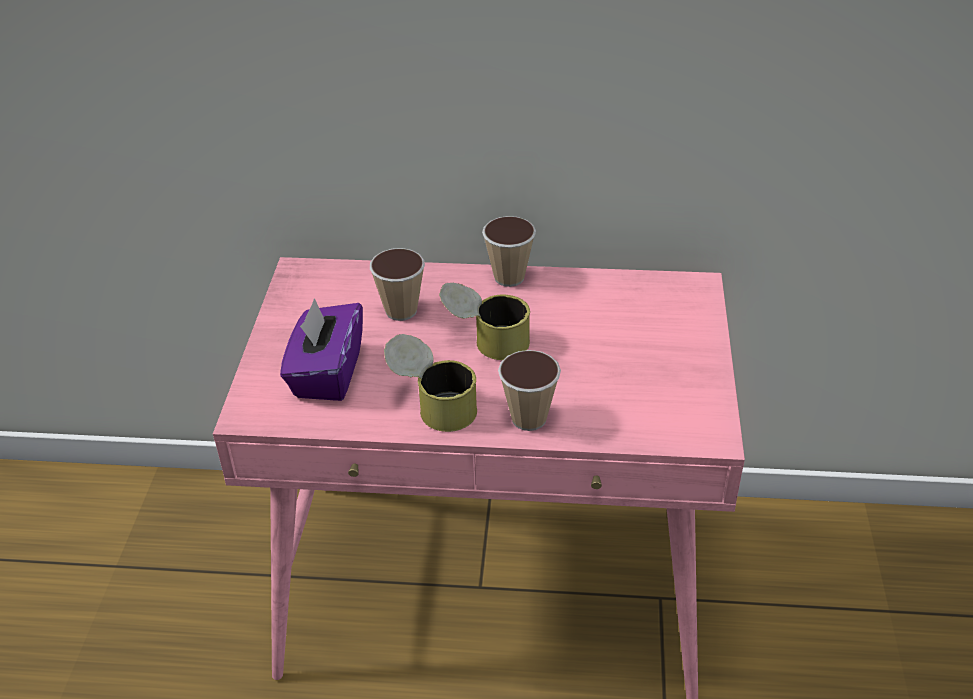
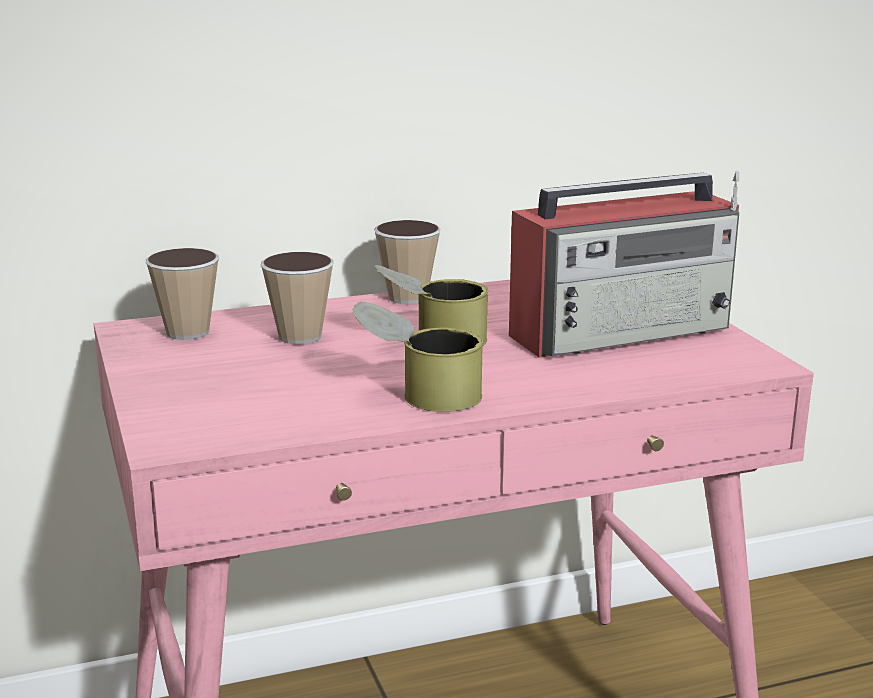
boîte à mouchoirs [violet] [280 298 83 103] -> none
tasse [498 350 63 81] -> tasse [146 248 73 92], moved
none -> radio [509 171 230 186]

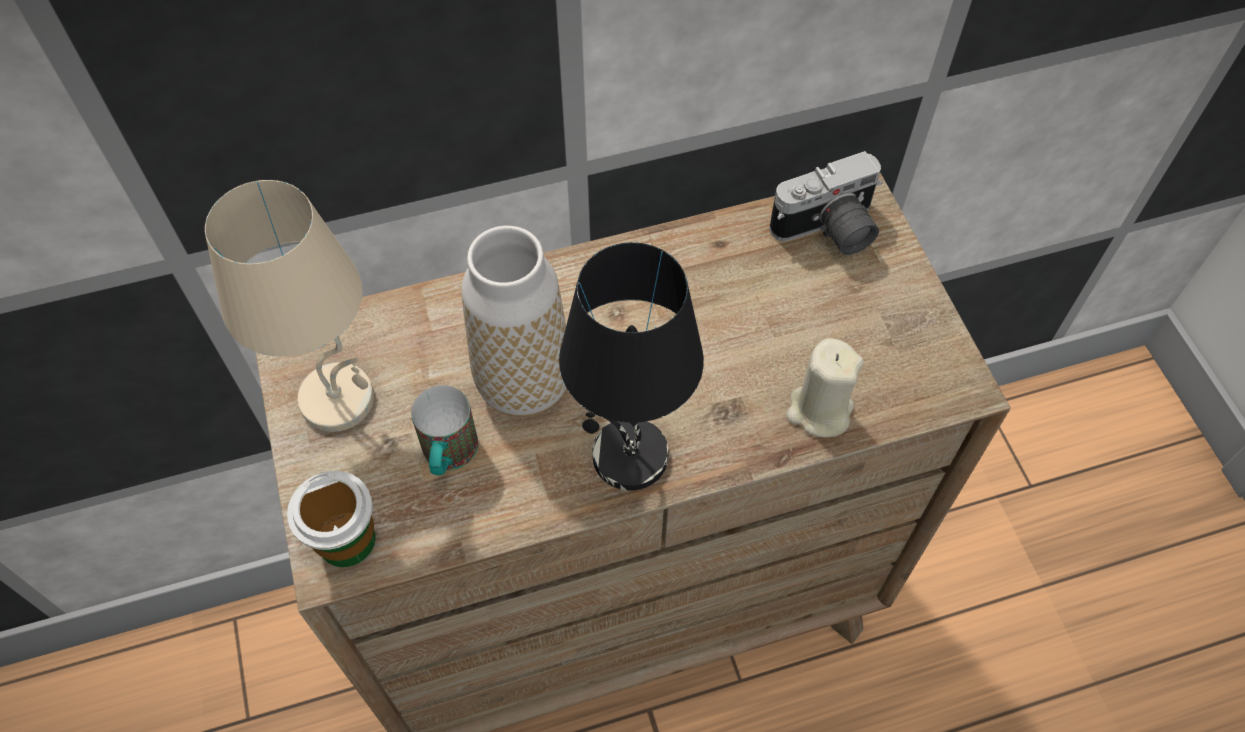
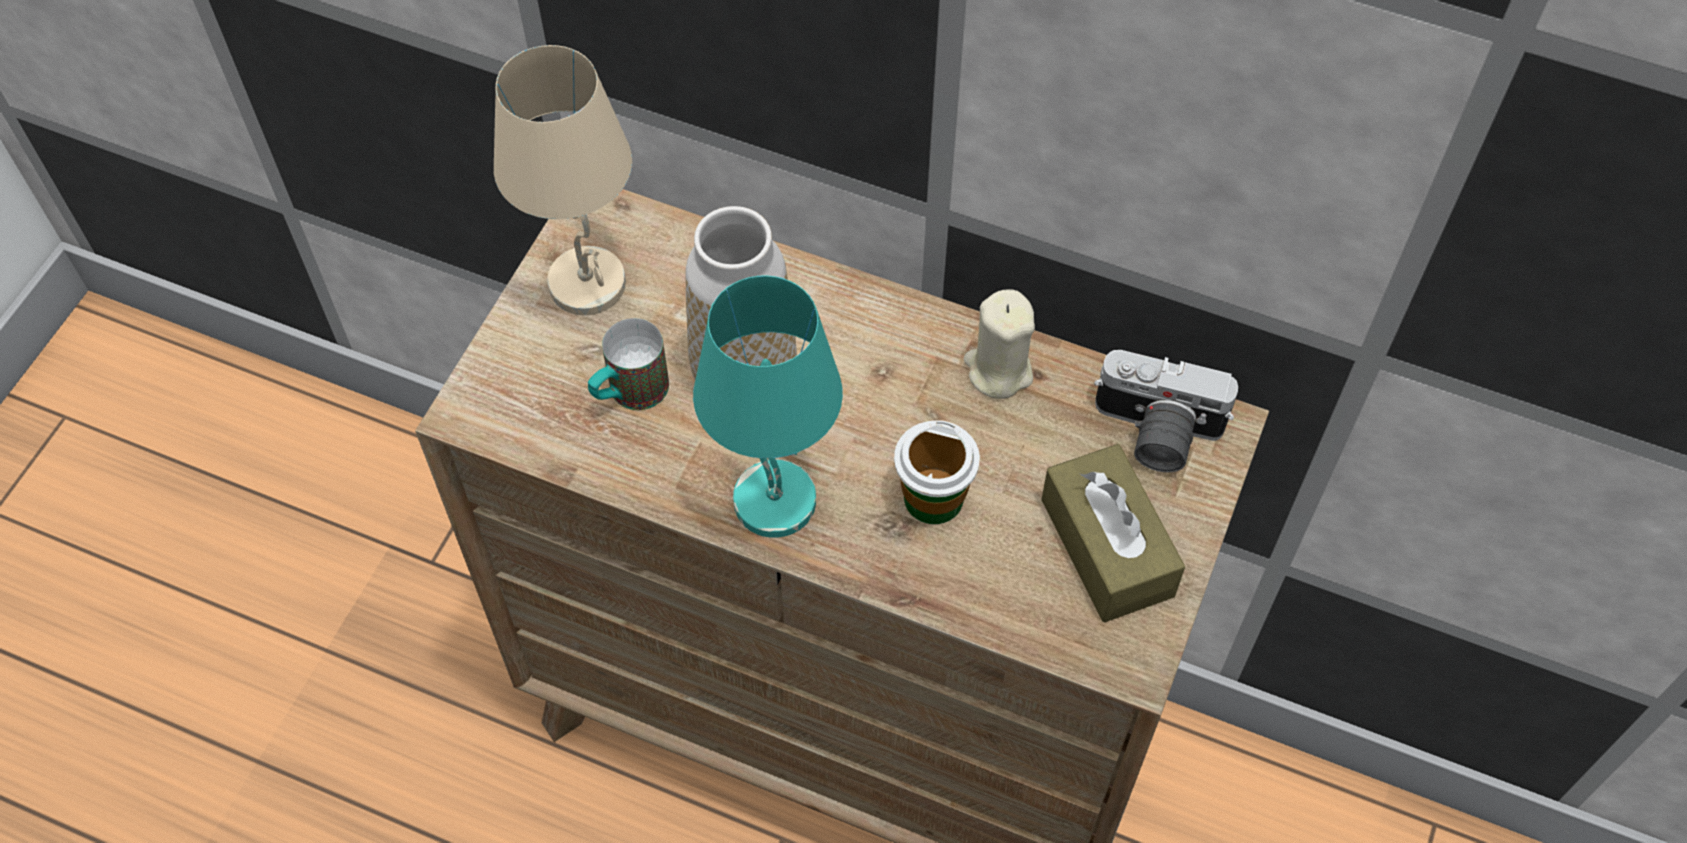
lampe de table [noir] [559 242 145 248] -> lampe de table [turquoise] [693 275 150 263]
bougie [beige] [786 338 78 100] -> bougie [beige] [963 289 72 110], moved
tasse [287 471 88 96] -> tasse [894 421 86 103], moved
none -> boîte à mouchoirs [marron] [1041 444 144 178]

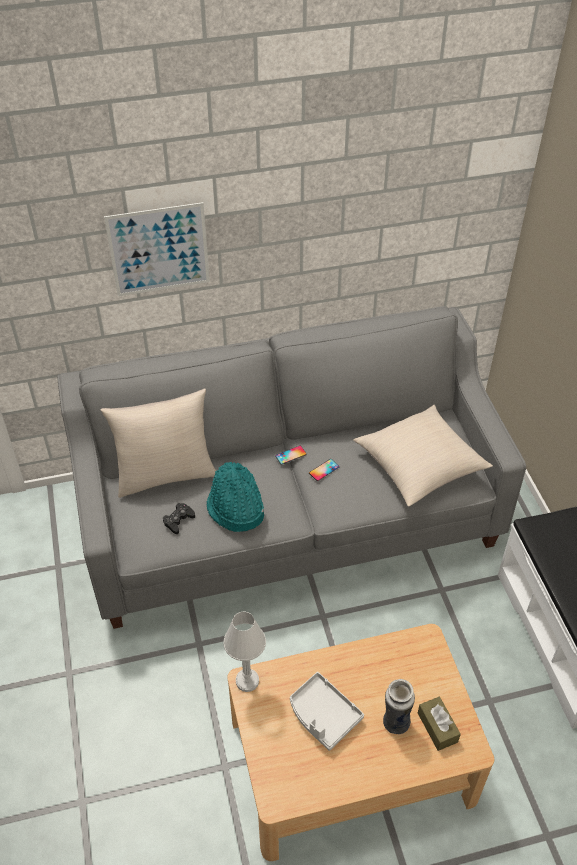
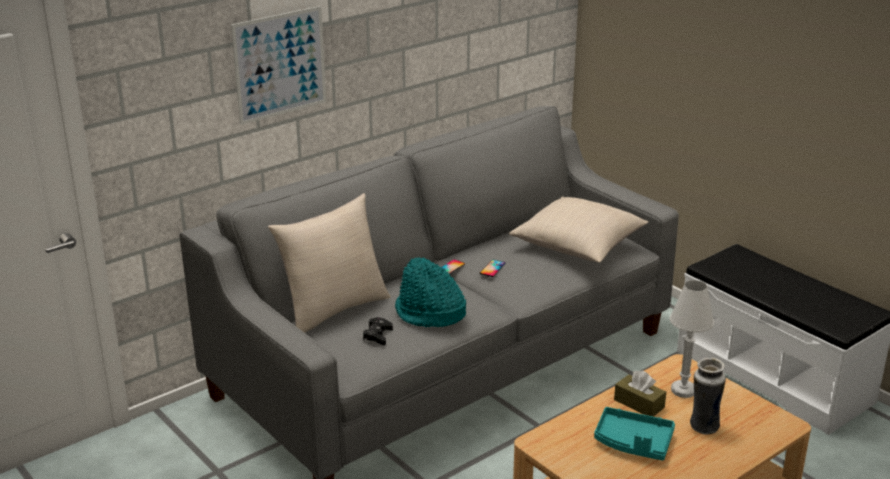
lampe de table [blanc] [224 612 42 80] -> lampe de table [blanc] [670 280 44 118], moved
plateau [gris] [290 672 74 79] -> plateau [turquoise] [594 407 81 54]
boîte à mouchoirs [marron] [418 697 43 54] -> boîte à mouchoirs [marron] [614 371 52 46], moved

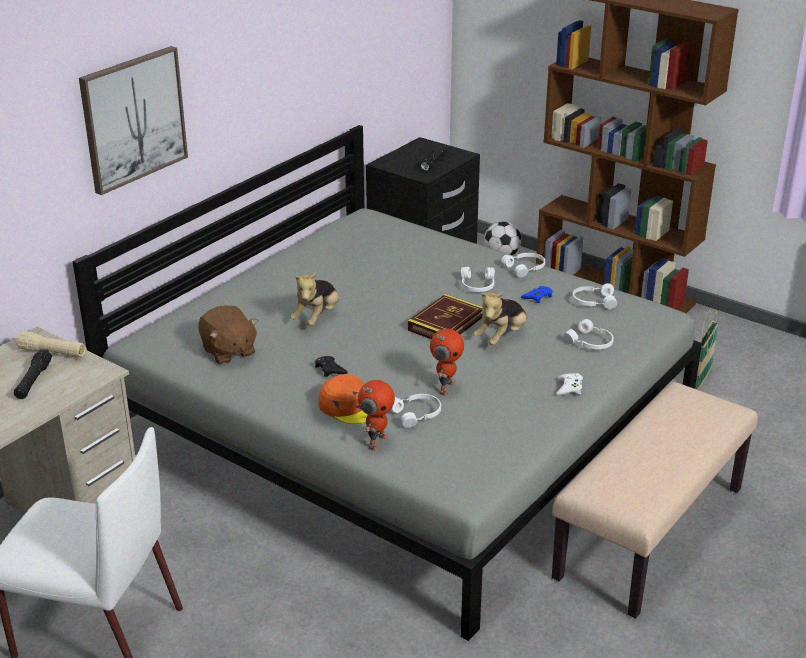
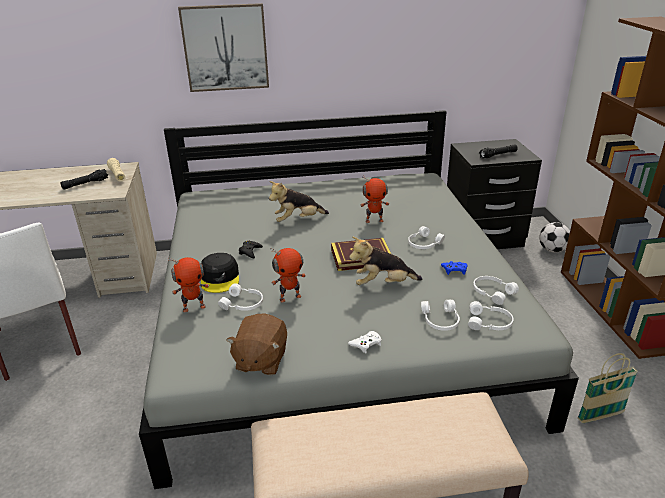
casque audio [blanc] [501 253 44 25] -> casque audio [blanc] [468 301 46 29], moved
peluche [marron] [198 305 60 60] -> peluche [marron] [226 314 61 61], moved
casquette [orange] [318 374 50 50] -> casquette [noir] [201 253 38 40]
none -> robot jouet [360 176 29 47]

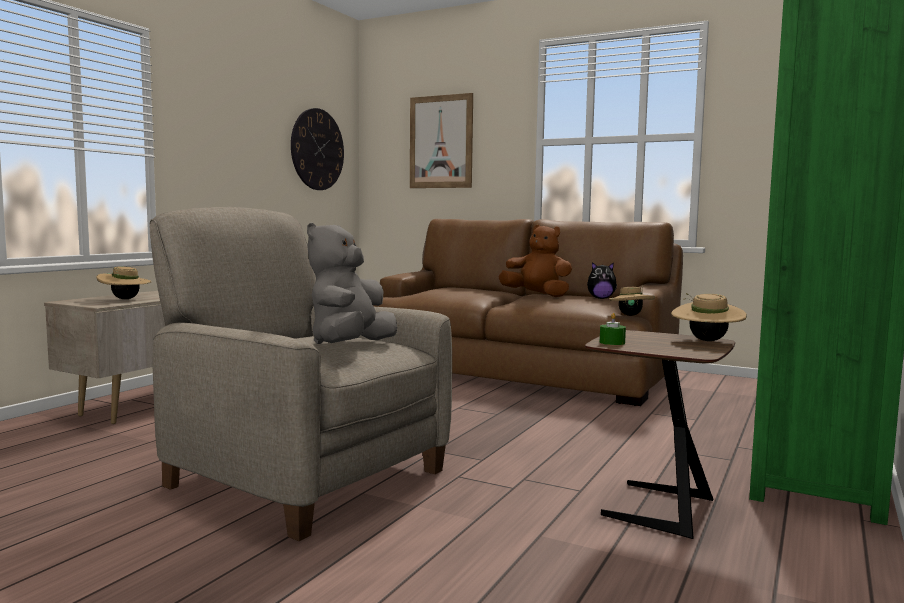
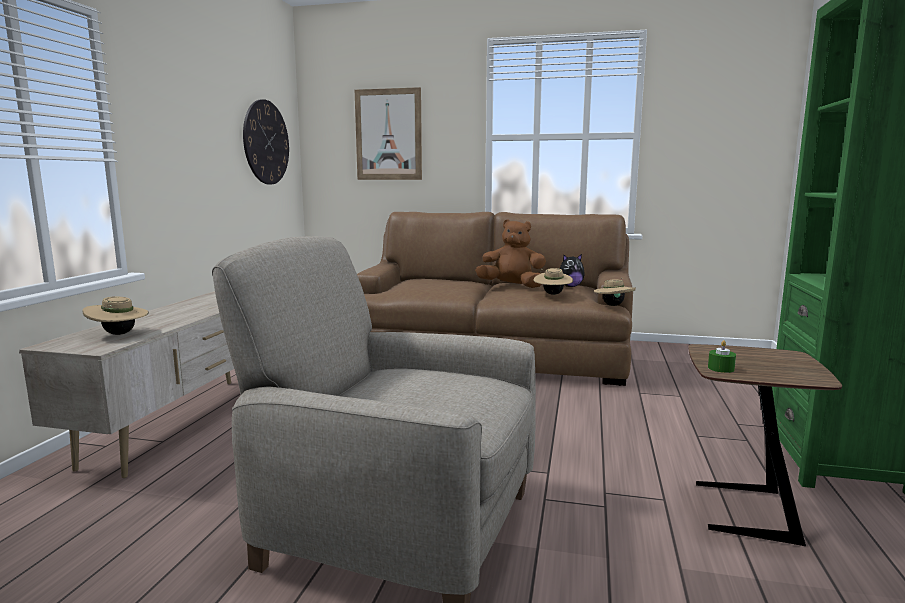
peluche [gris] [307 222 90 122] -> none
chapeau [beige] [671 293 76 48] -> chapeau [beige] [533 268 40 27], moved

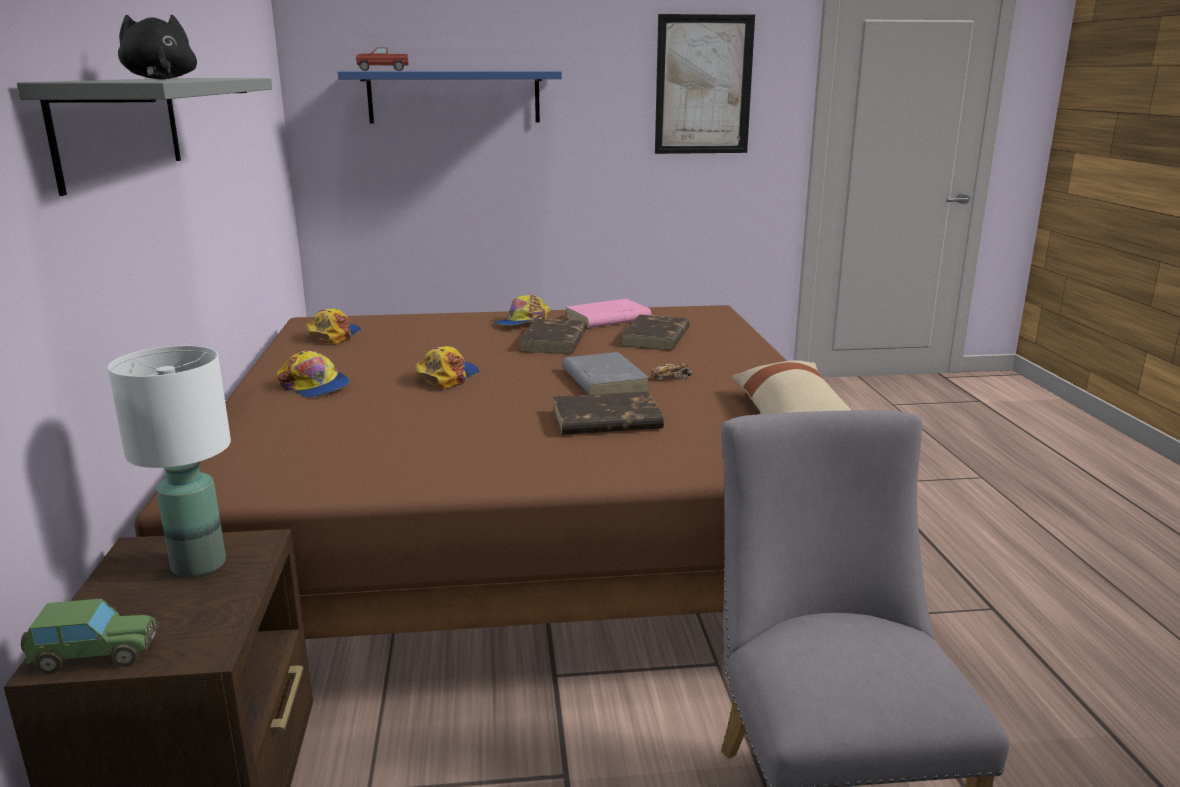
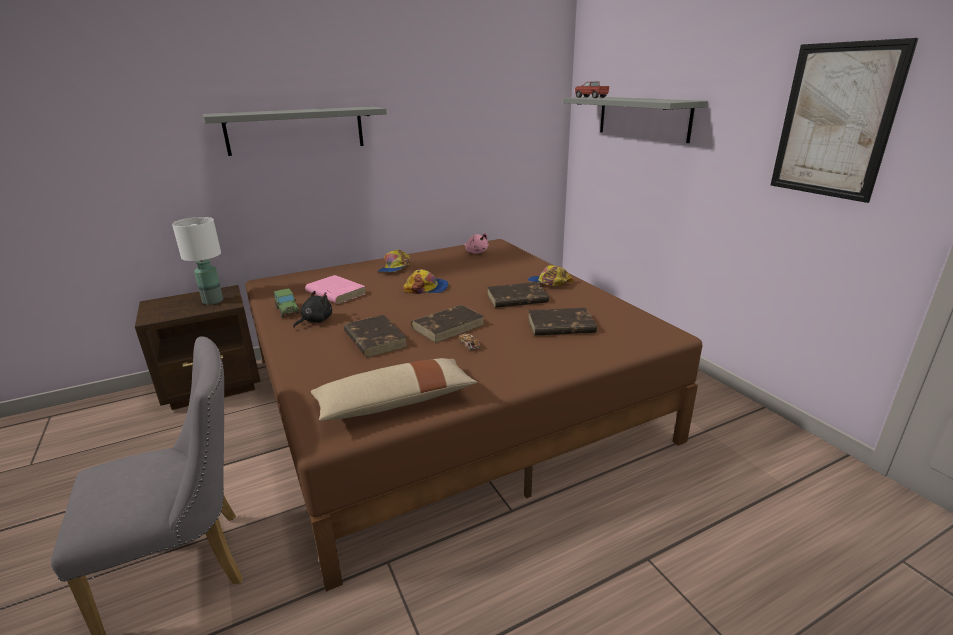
peluche [noir] [118 15 79 64] -> peluche [noir] [293 291 39 37], moved
étagère [bleu] [338 71 224 53] -> étagère [gris] [563 97 145 46]
livre [rose] [565 299 87 29] -> livre [rose] [305 275 61 29], moved
casquette [306 309 55 35] -> peluche [rose] [464 233 25 21]
livre [gris] [562 352 88 43] -> livre [marron] [411 305 74 38]
petite voiture [21 599 139 75] -> petite voiture [274 288 25 29], moved

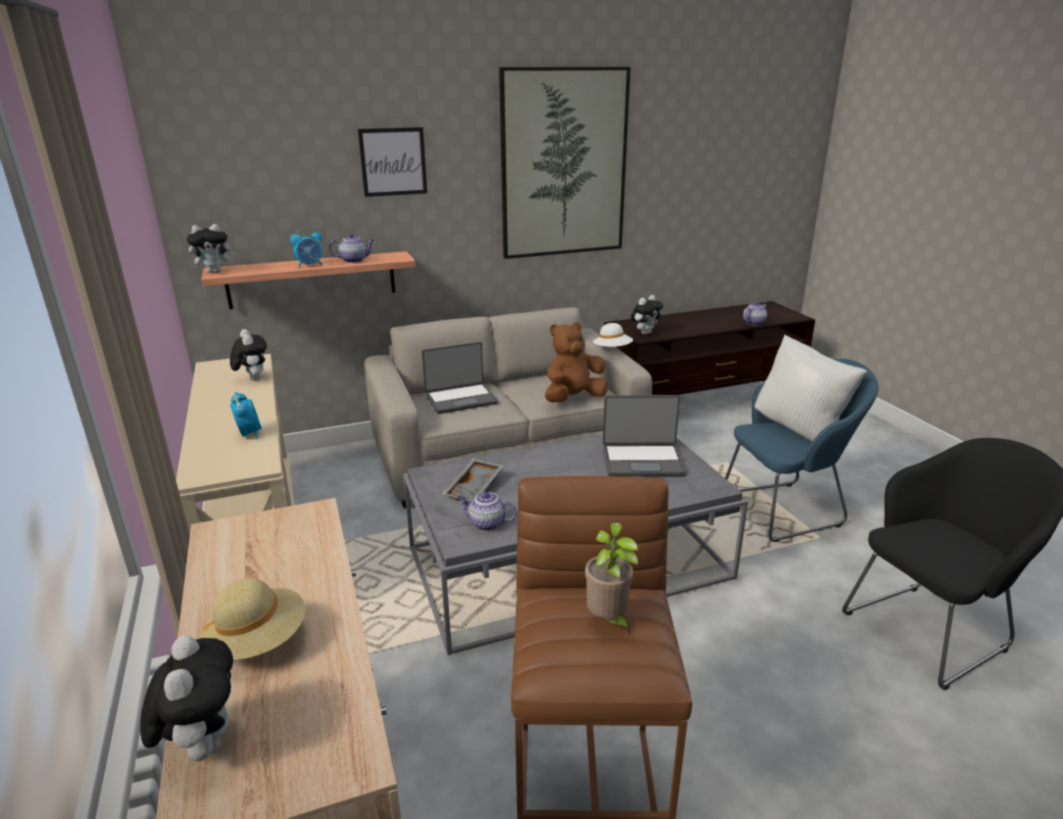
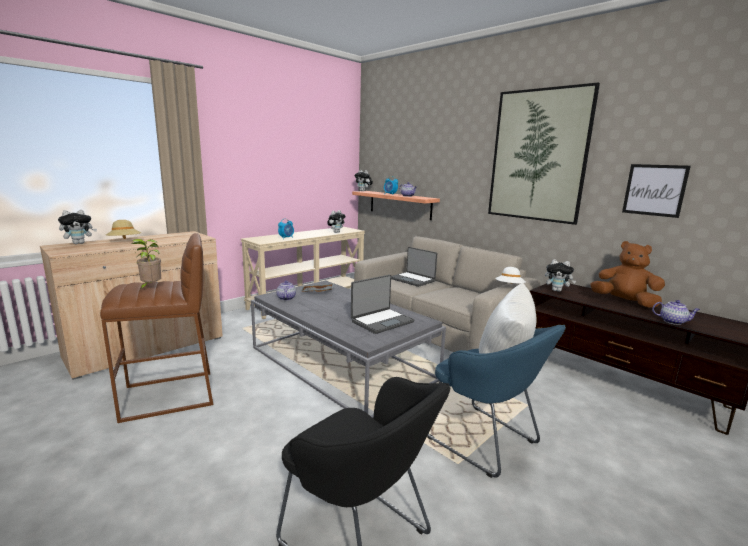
tableau [358 127 69 70] -> tableau [622 164 69 54], moved
peluche [marron] [545 322 63 81] -> peluche [marron] [590 241 75 67], moved
ordinateur portable [603 395 83 82] -> ordinateur portable [351 275 63 59], 105 degrees counterclockwise

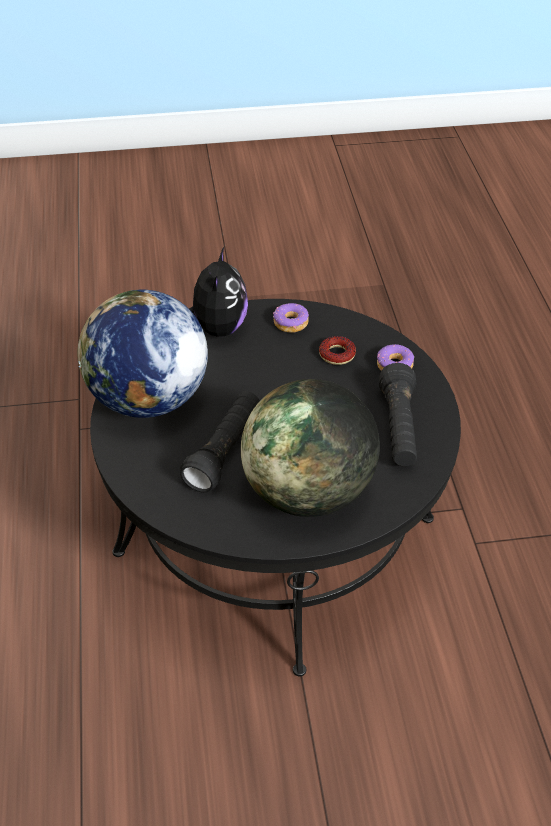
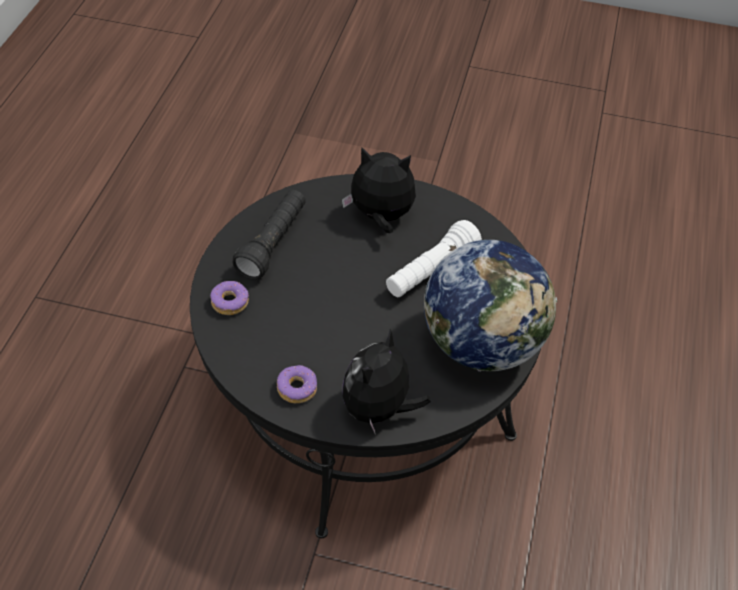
beignet [319 336 37 29] -> none
globe [241 379 139 138] -> peluche [342 147 74 86]
lampe de poche [noir] [180 391 80 102] -> lampe de poche [blanc] [386 220 96 77]

